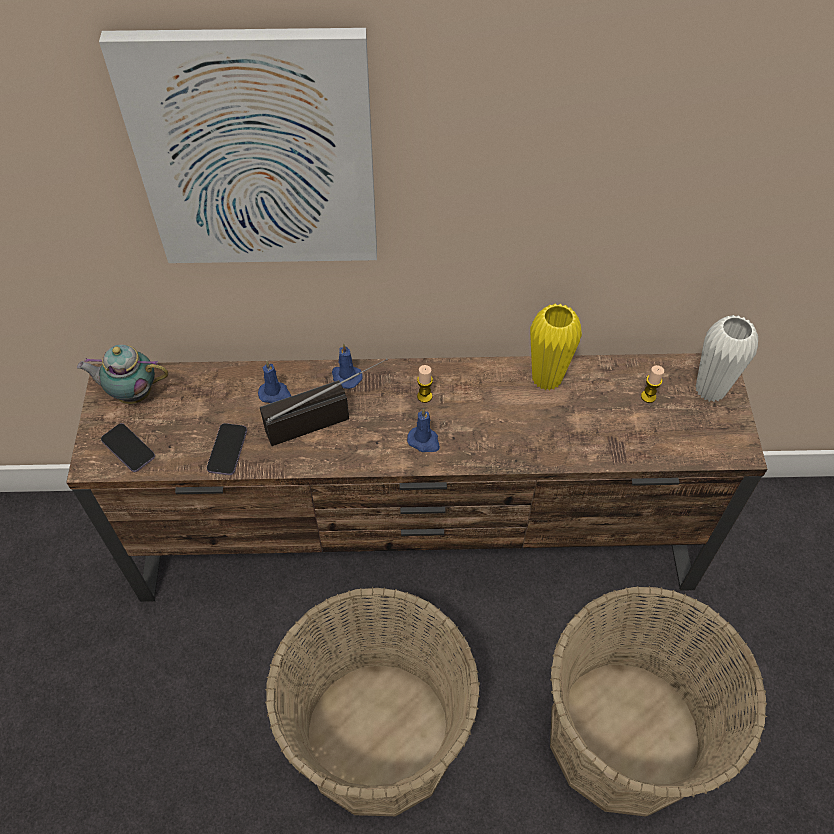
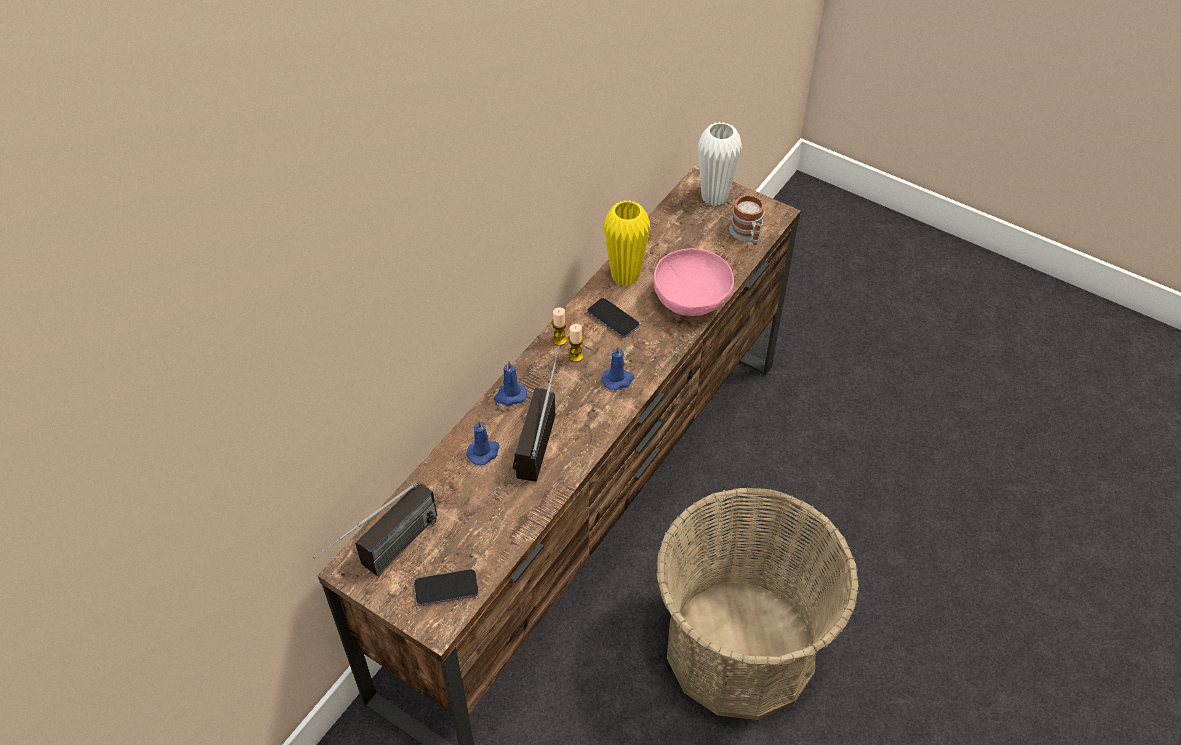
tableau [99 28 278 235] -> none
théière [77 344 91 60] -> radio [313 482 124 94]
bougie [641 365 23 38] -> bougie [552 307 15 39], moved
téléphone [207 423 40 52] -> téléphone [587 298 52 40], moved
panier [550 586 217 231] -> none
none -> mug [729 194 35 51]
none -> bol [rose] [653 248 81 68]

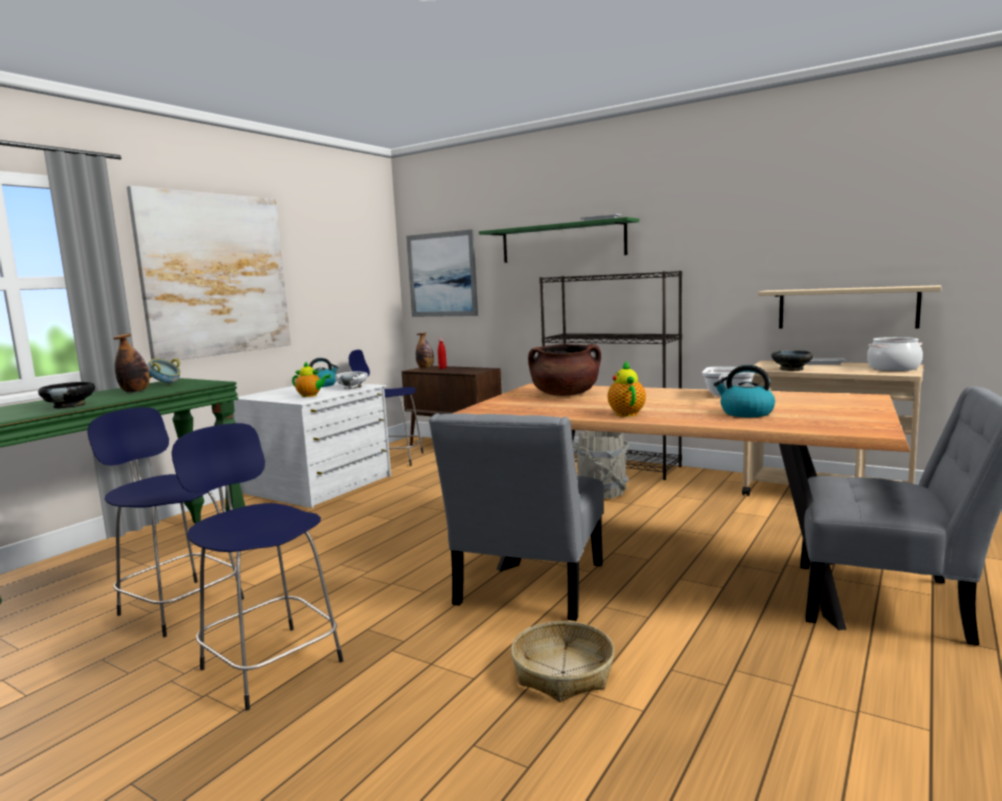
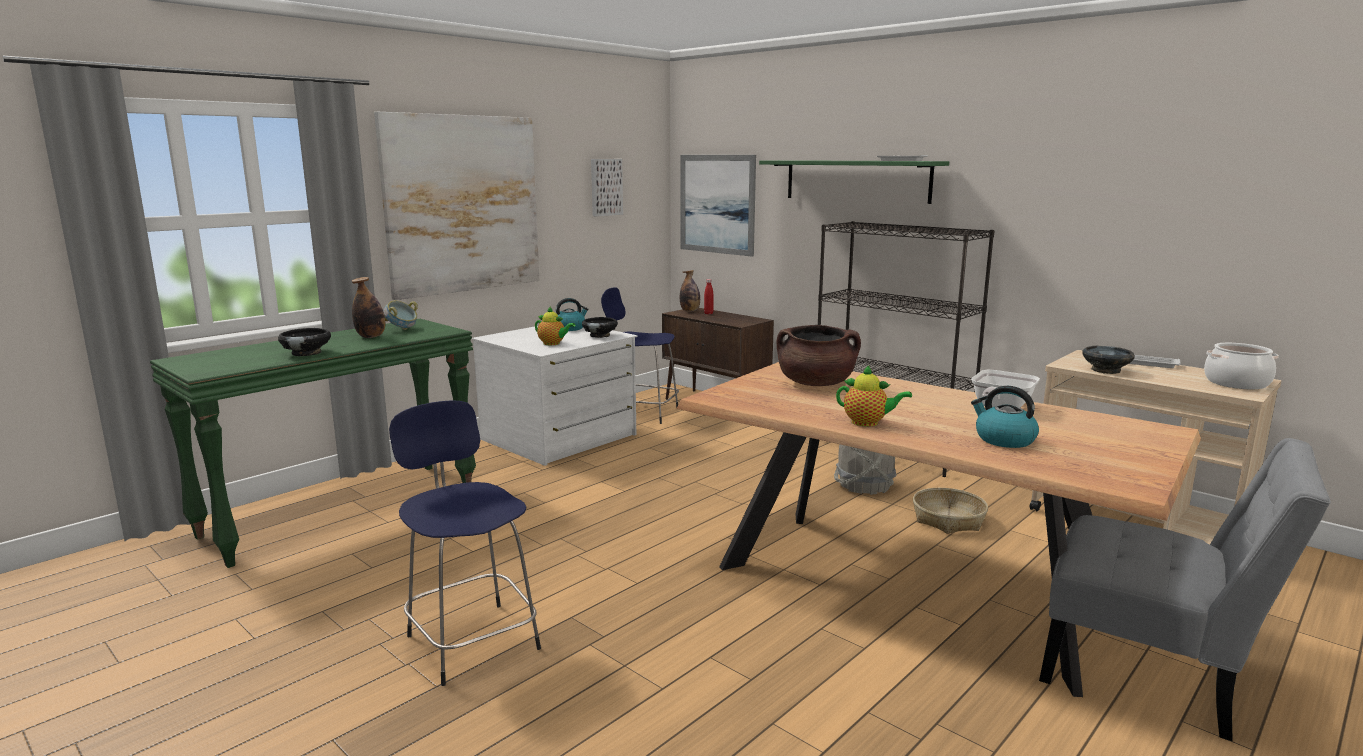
étagère [beige] [758 285 183 44] -> none
théière [608 361 38 56] -> théière [836 365 76 62], 105 degrees clockwise
bol [blanc] [335 371 33 18] -> bol [noir] [582 317 36 21]
tabouret [bleu] [88 407 156 230] -> none
chaise [gris] [429 413 175 208] -> none
panier [511 621 104 81] -> panier [913 488 75 46], moved
none -> tableau [591 159 32 58]

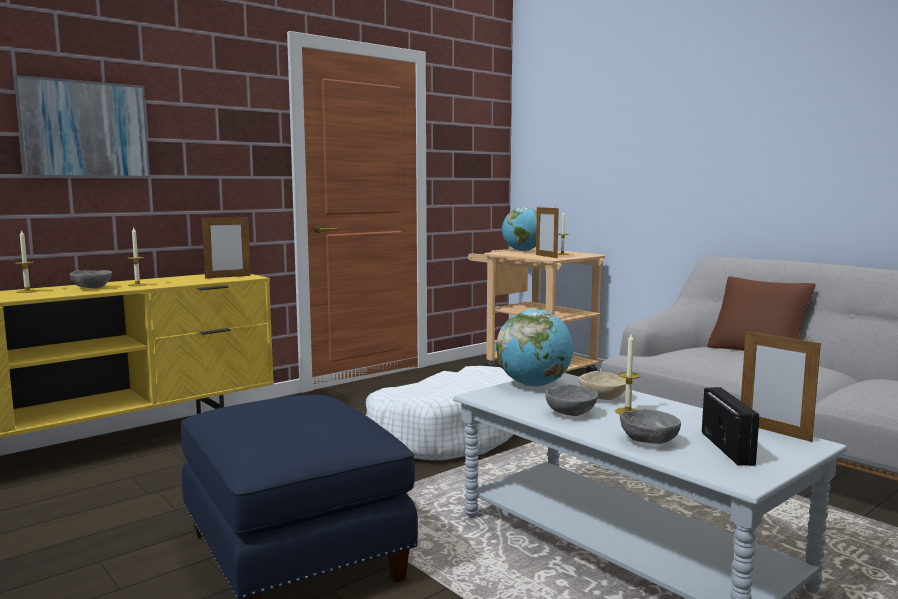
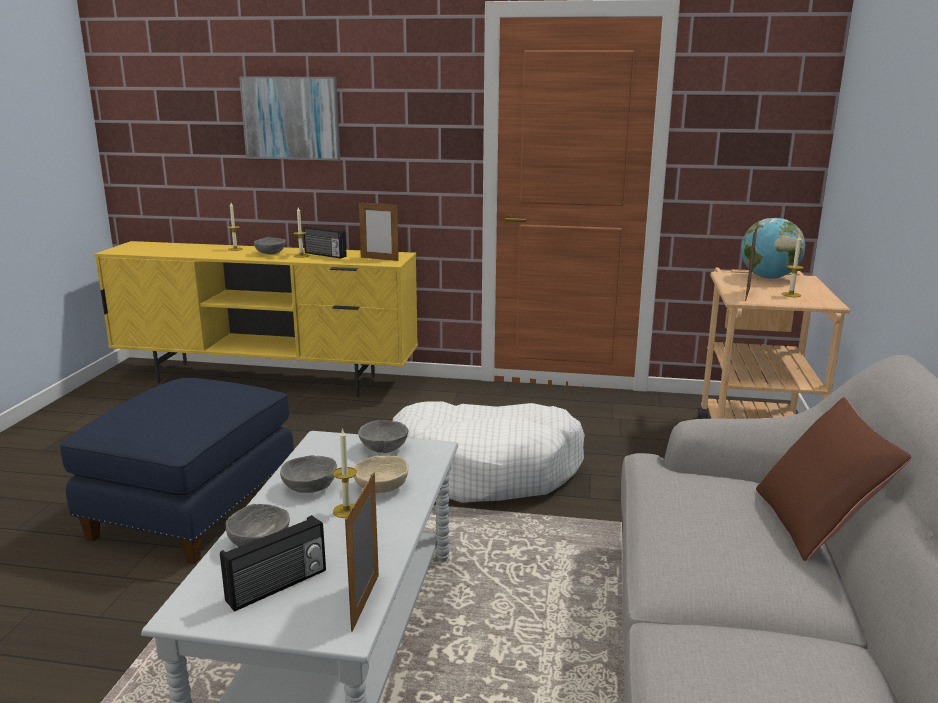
globe [496 309 77 78] -> bol [gris] [358 420 51 33]
none -> radio [303 226 44 33]

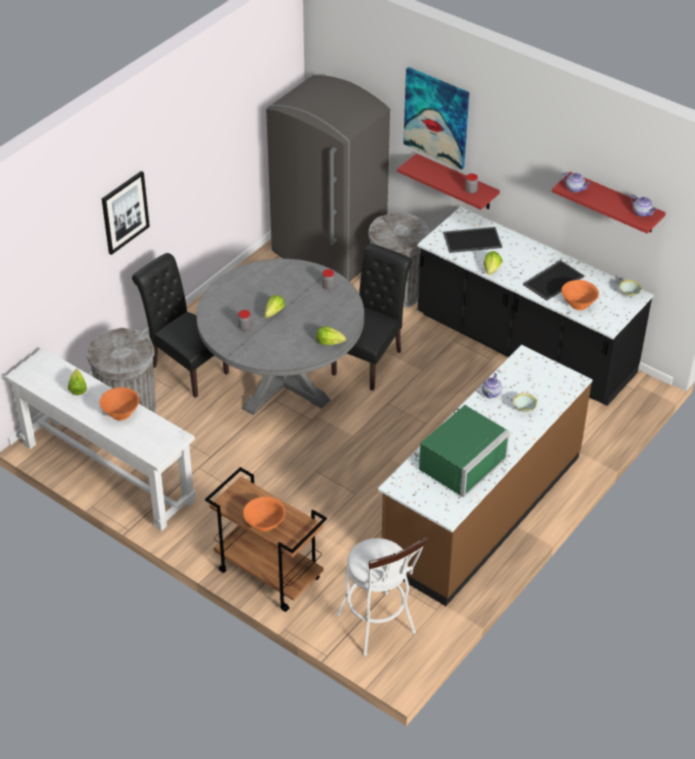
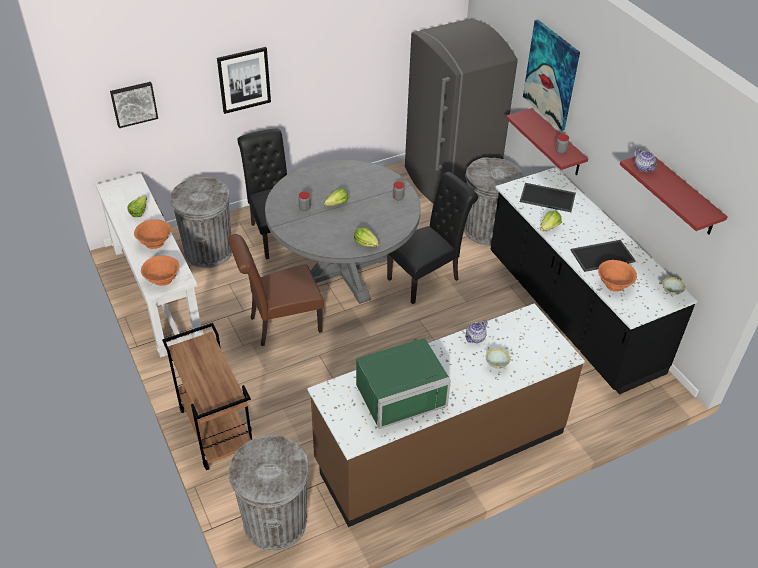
théière [630 195 27 22] -> none
bol [orange] [243 497 42 34] -> bol [orange] [141 256 38 30], moved
tabouret [blanc] [336 537 92 119] -> poubelle [gris] [229 435 80 116]
none -> tableau [110 82 48 46]
none -> chaise [marron] [228 234 96 112]

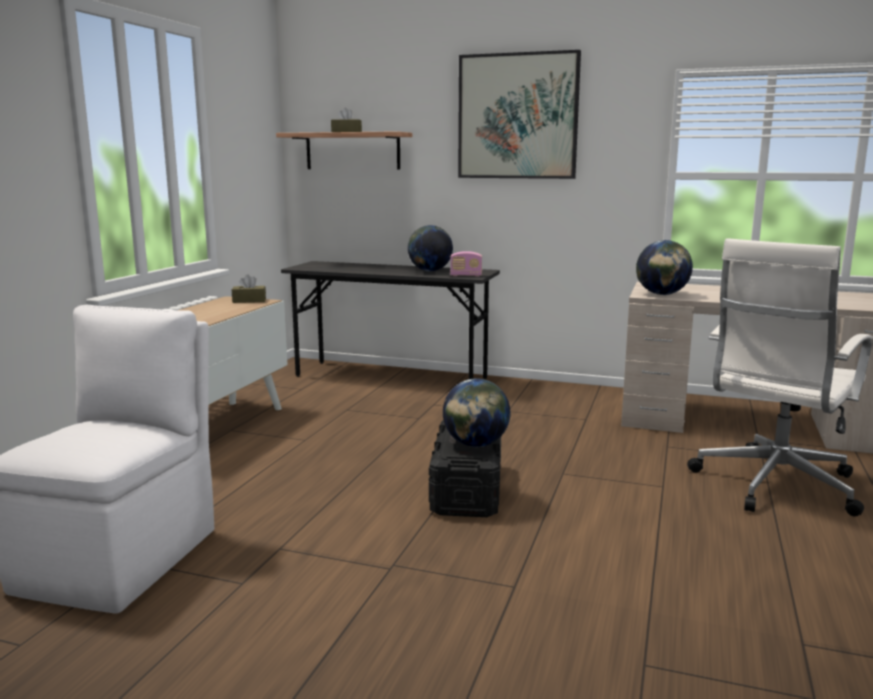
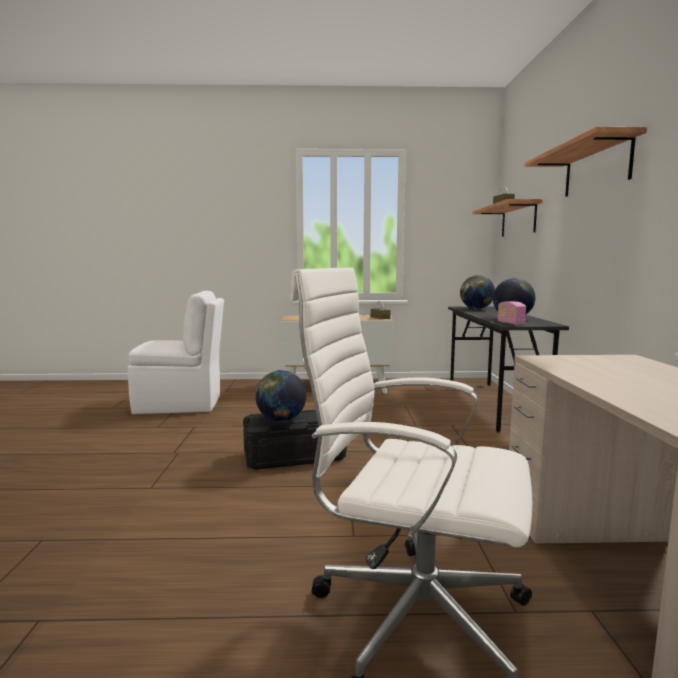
tableau [458 50 123 129] -> étagère [524 127 123 70]
globe [636 240 57 55] -> globe [460 275 35 35], moved

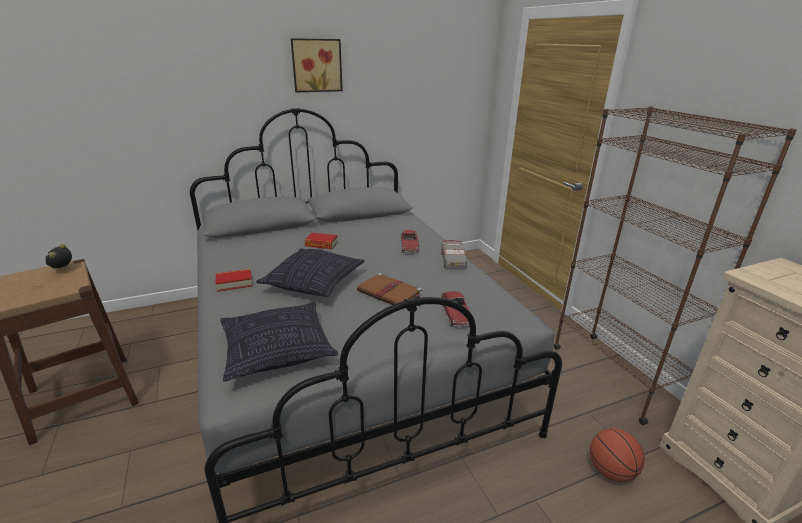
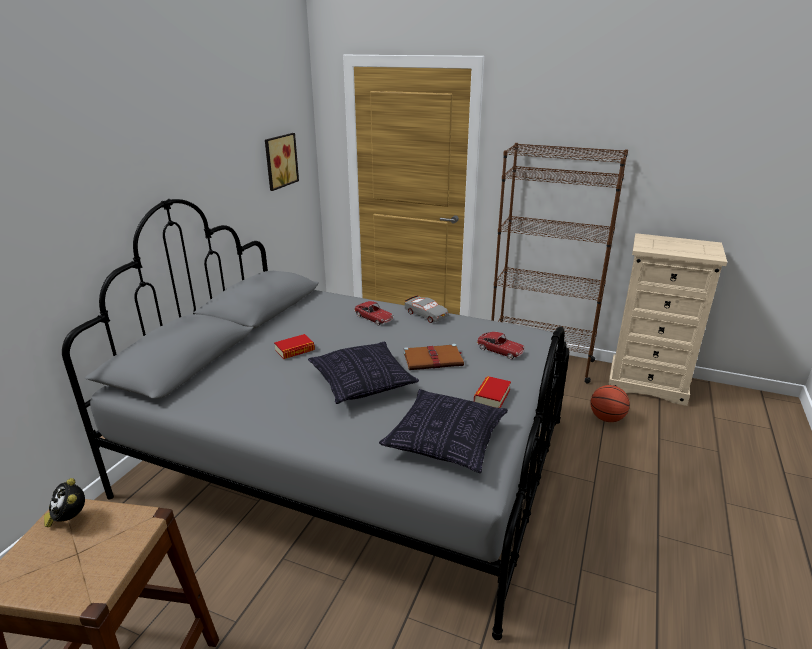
tableau [291 38 52 54] -> tableau [265 133 34 58], moved
livre [215 269 38 23] -> livre [474 376 37 32], moved

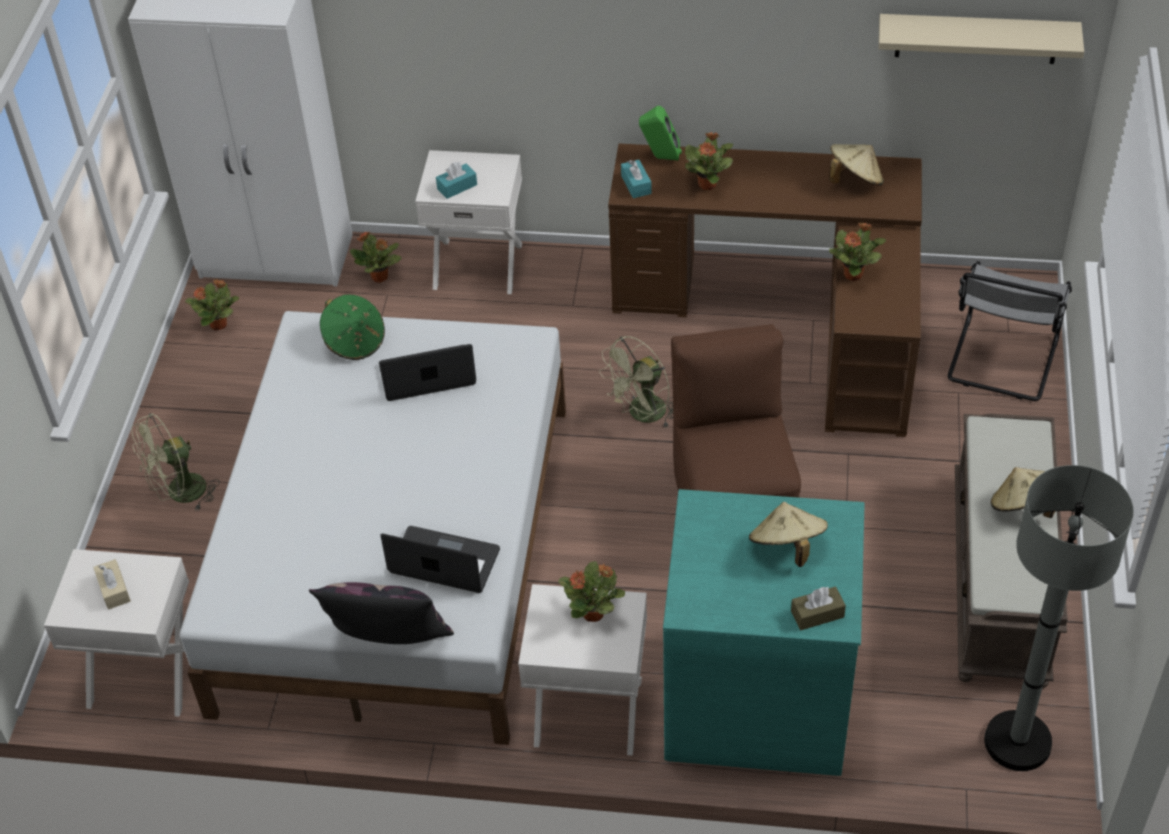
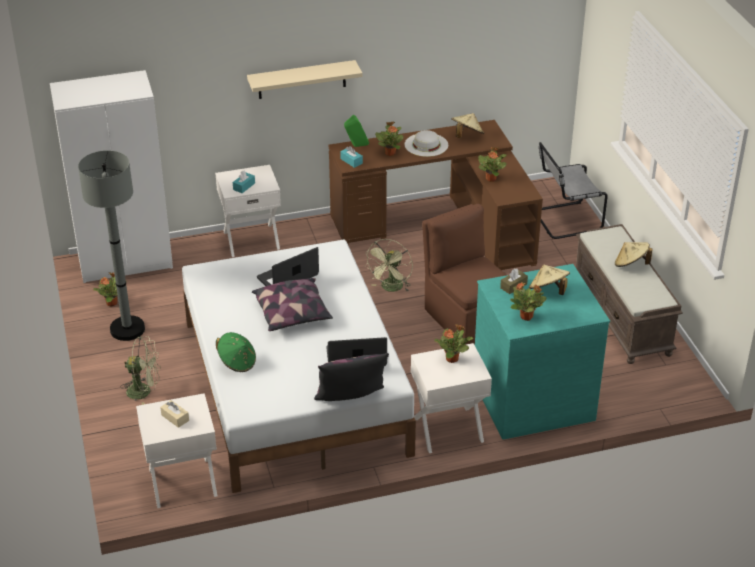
étagère [beige] [879 14 205 50] -> étagère [beige] [247 60 116 39], moved
plante en pot [350 231 51 52] -> plante en pot [510 282 36 39], moved
chaise [gris] [948 261 124 140] -> chaise [gris] [539 142 69 97], 75 degrees clockwise
chapeau [vert] [320 294 65 66] -> chapeau [vert] [216 332 40 40], moved
ventilateur [vert] [131 413 89 98] -> ventilateur [vert] [120 336 41 69], 120 degrees counterclockwise
lampadaire [gris] [984 465 150 306] -> lampadaire [gris] [78 150 67 191], moved
boîte à mouchoirs [marron] [791 586 55 44] -> boîte à mouchoirs [marron] [500 268 28 26], moved
none -> chapeau [blanc] [405 130 43 27]
none -> coussin [252 278 81 53]

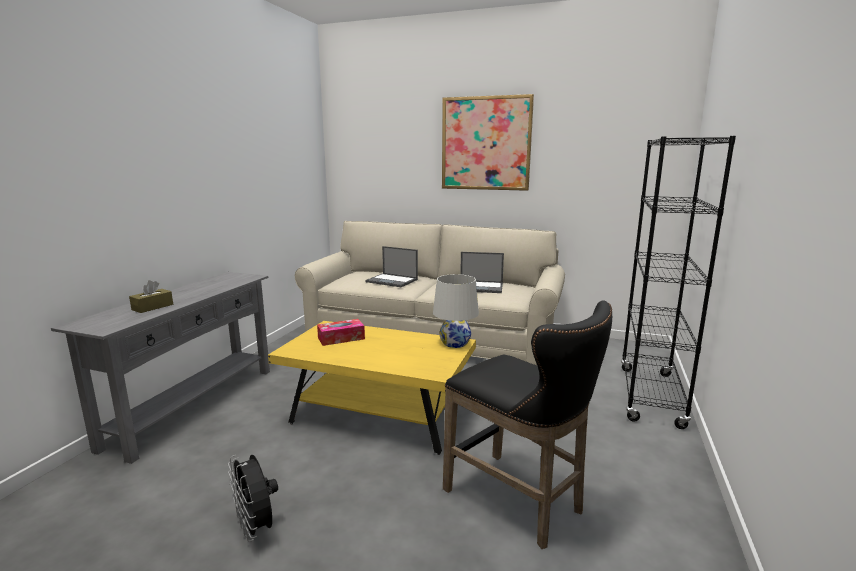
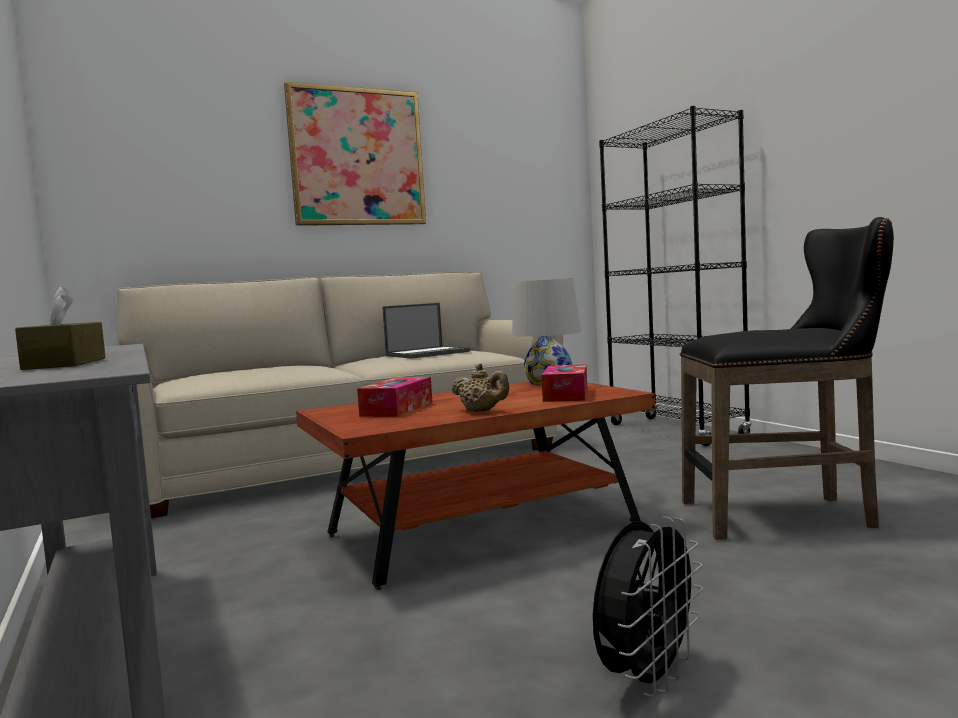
ordinateur portable [365 246 53 41] -> none
table basse [jaune] [268 321 208 134] -> table basse [marron] [296 381 359 209]
ventilateur [noir] [228 455 50 87] -> ventilateur [noir] [593 516 110 181], 60 degrees counterclockwise
none -> théière [beige] [451 364 58 48]
none -> boîte à mouchoirs [542 364 46 38]

